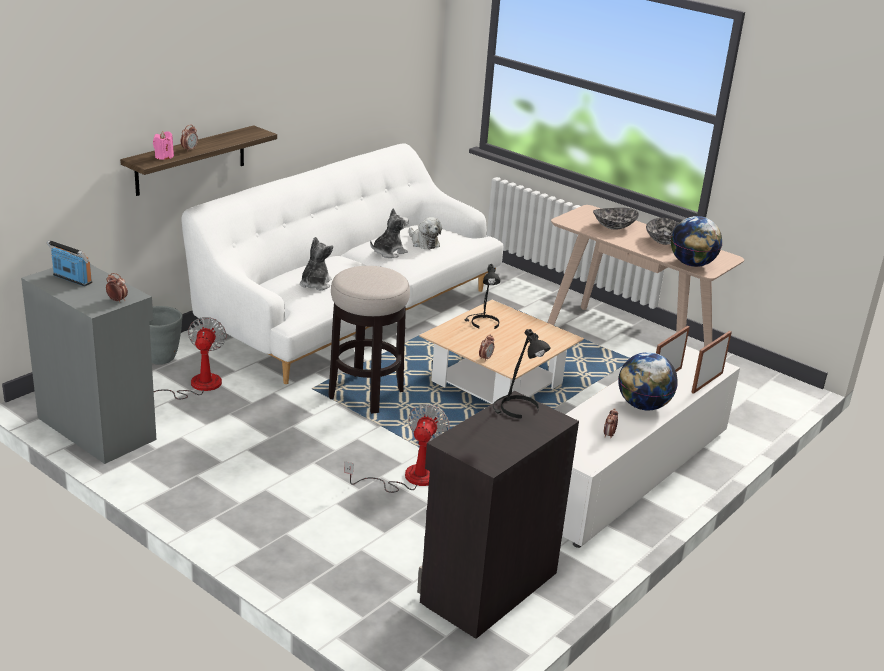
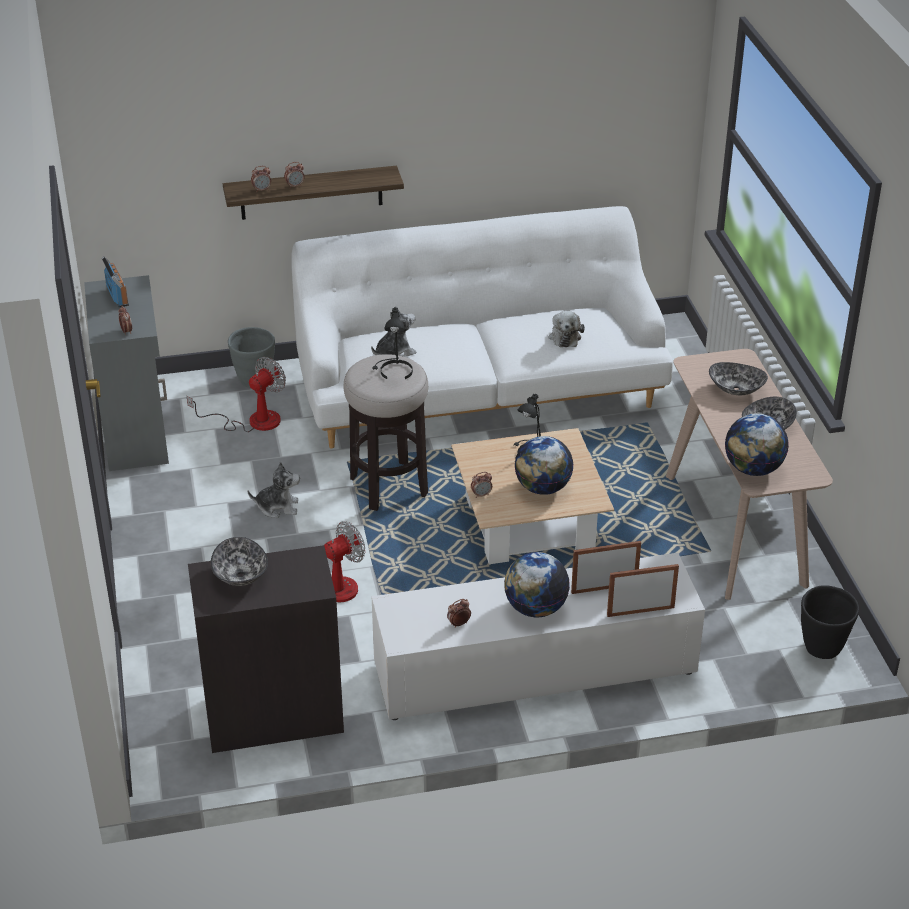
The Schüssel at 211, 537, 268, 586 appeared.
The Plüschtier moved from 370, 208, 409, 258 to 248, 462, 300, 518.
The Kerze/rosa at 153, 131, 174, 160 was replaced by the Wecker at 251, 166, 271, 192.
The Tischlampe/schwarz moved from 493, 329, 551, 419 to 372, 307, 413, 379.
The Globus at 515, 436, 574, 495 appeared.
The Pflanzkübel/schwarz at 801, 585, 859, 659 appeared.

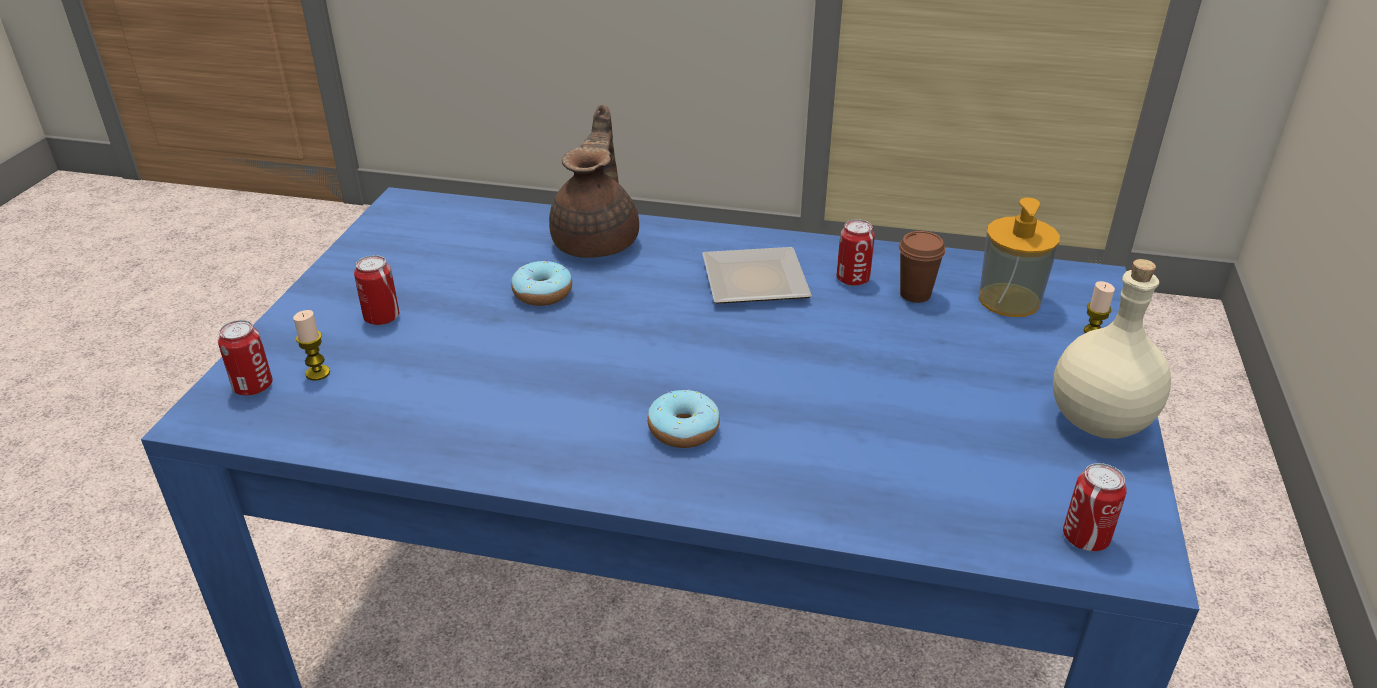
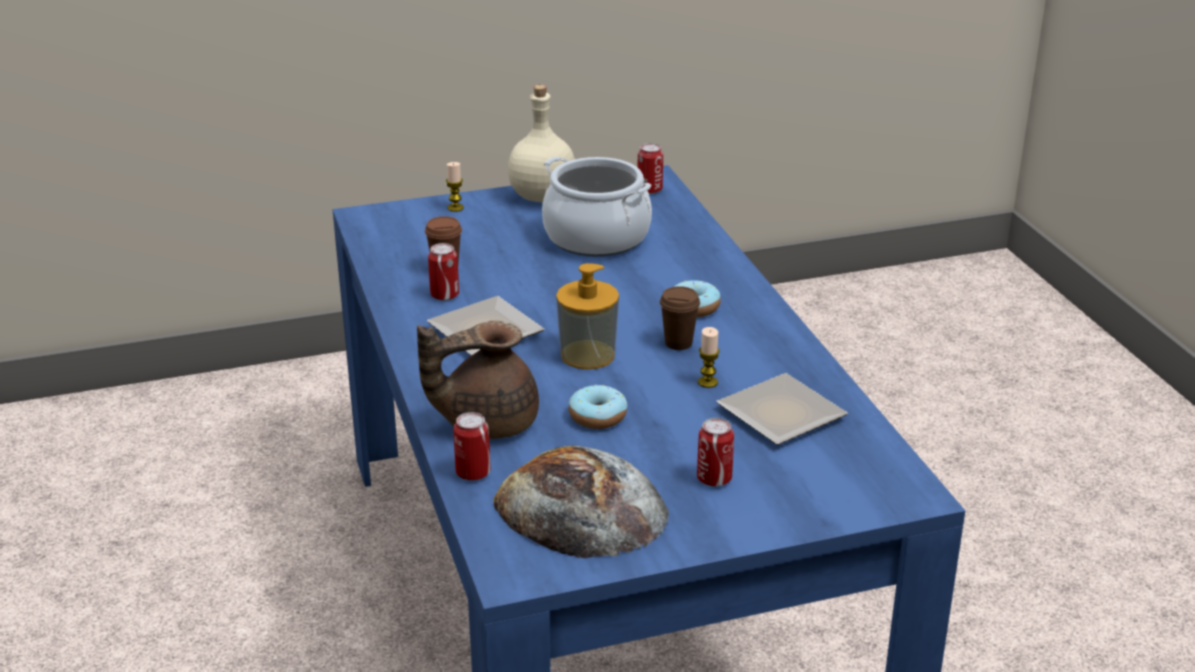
The Dose moved from 218, 320, 273, 396 to 453, 412, 491, 481.
The Brot at 493, 445, 669, 558 appeared.
The Kochtopf at 542, 156, 652, 257 appeared.
The Seifenspender moved from 979, 197, 1060, 317 to 556, 263, 619, 370.
The Tasse/braun at 660, 286, 700, 350 appeared.
The Kerze moved from 293, 310, 330, 380 to 698, 327, 720, 388.
The Teller at 716, 373, 848, 445 appeared.

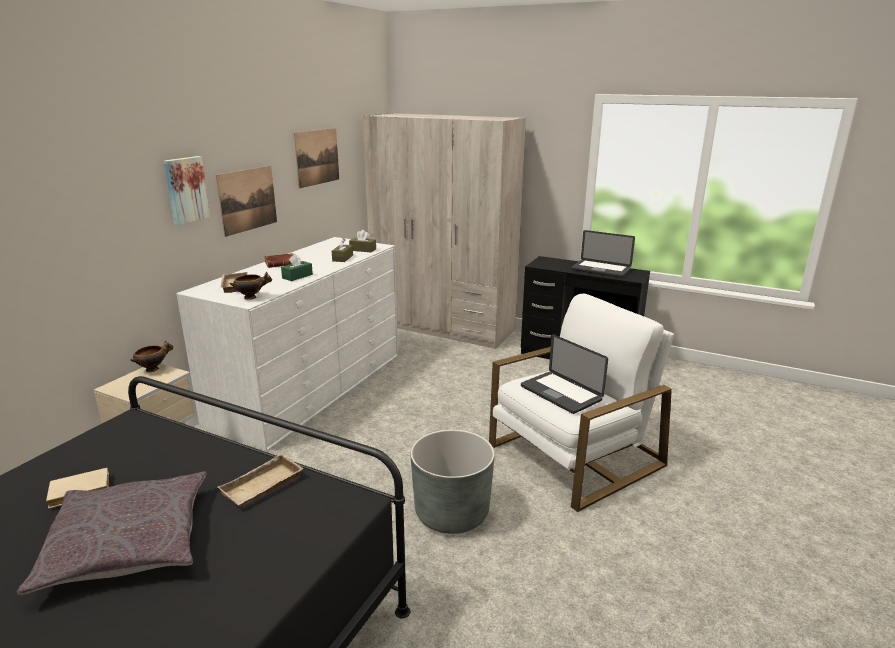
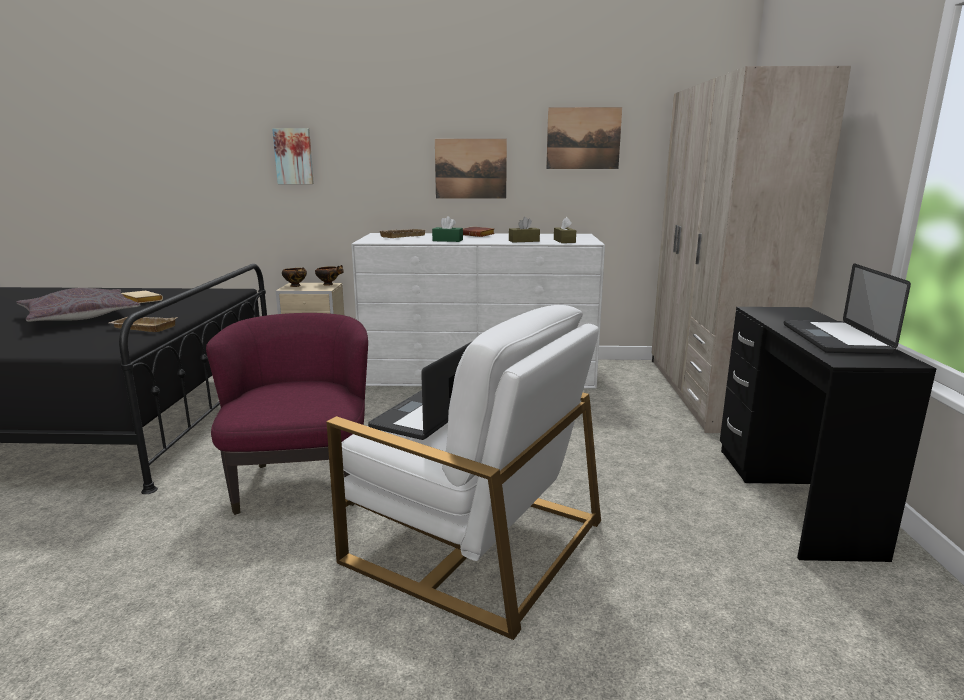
The Pflanzkübel/grau at 411, 429, 495, 534 was replaced by the Sessel/lila at 206, 313, 368, 515.
The Bild moved from 164, 156, 210, 225 to 272, 128, 314, 184.
The Schüssel moved from 230, 272, 272, 300 to 282, 267, 307, 287.

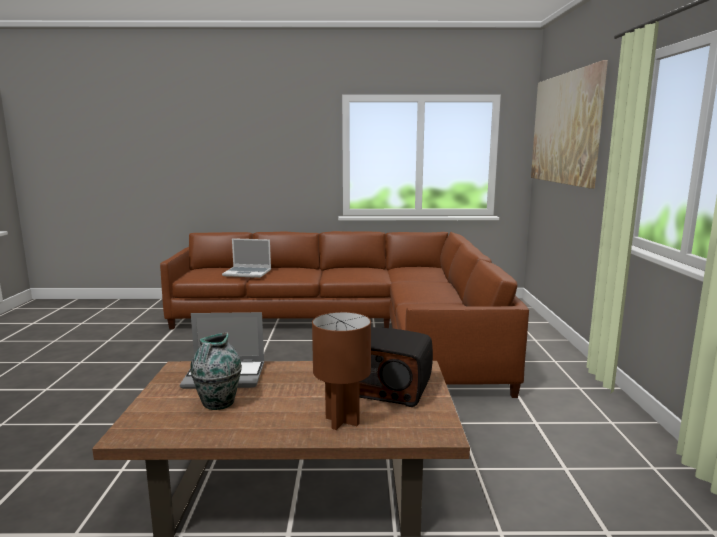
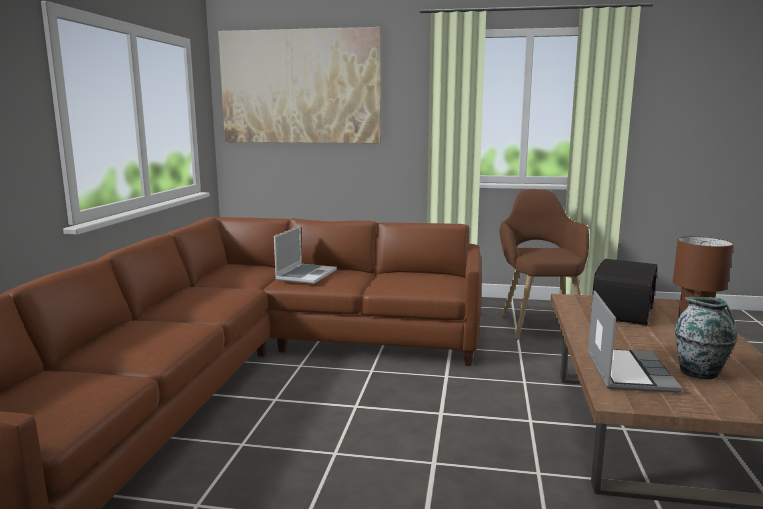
The Laptop moved from 222, 238, 271, 278 to 274, 226, 337, 284.
The Sessel/braun at 500, 189, 589, 340 appeared.

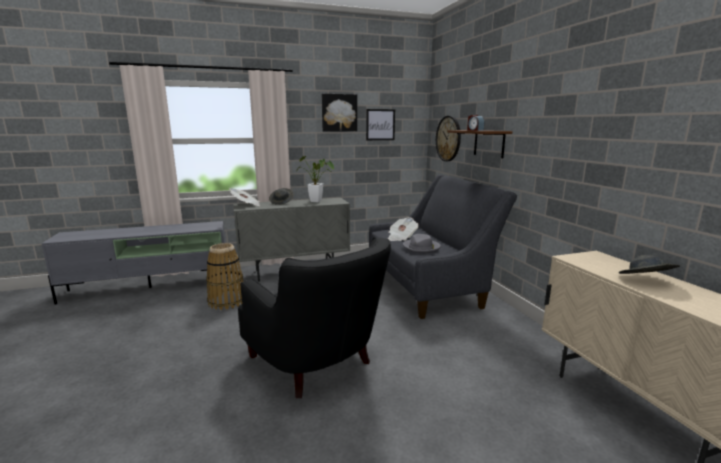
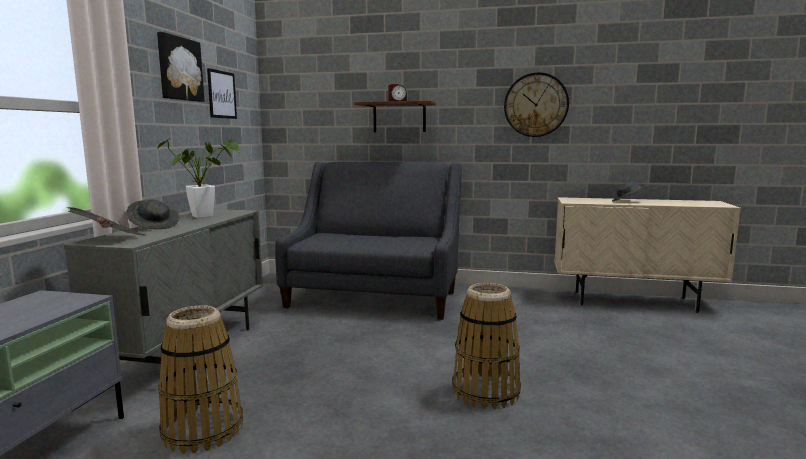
The Sessel/schwarz at 238, 237, 391, 398 was replaced by the Korb at 452, 283, 521, 409.
The Wanduhr moved from 436, 116, 461, 161 to 504, 72, 569, 137.
The Zeitung at 388, 217, 419, 241 disappeared.
The Hut/grau at 403, 234, 441, 254 disappeared.

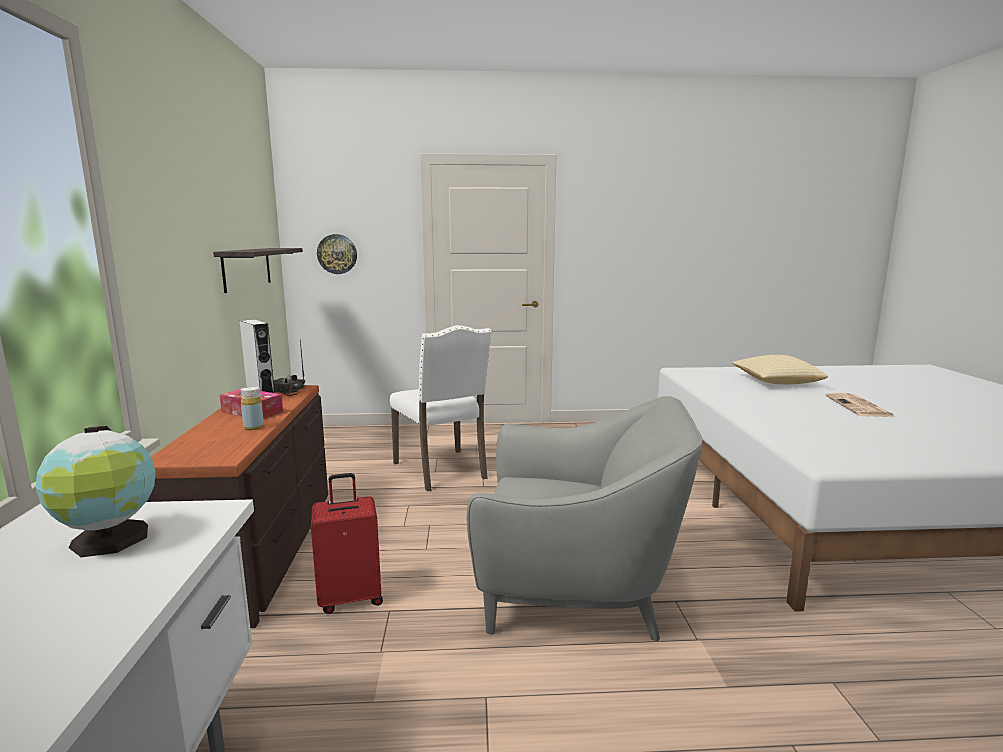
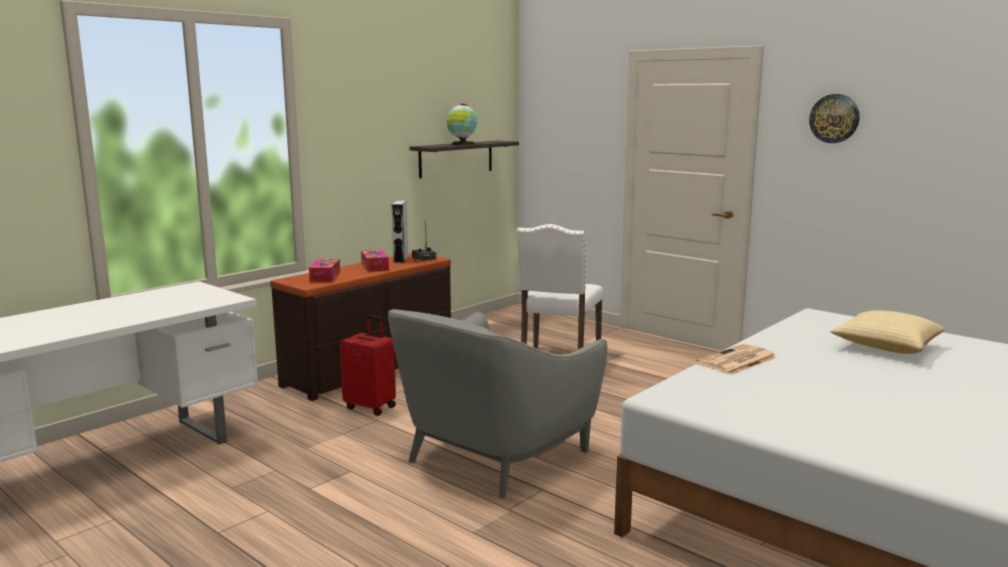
The Taschentuchbox at 309, 259, 340, 282 appeared.
The Sessel/grau at 467, 396, 702, 642 turned 75 degrees clockwise.
The Globus moved from 36, 426, 156, 557 to 446, 104, 477, 145.
The Zeitung moved from 825, 393, 895, 417 to 696, 344, 778, 375.
The Wanduhr moved from 317, 234, 357, 274 to 809, 94, 859, 143.
The Flasche/gelb at 241, 386, 264, 430 disappeared.

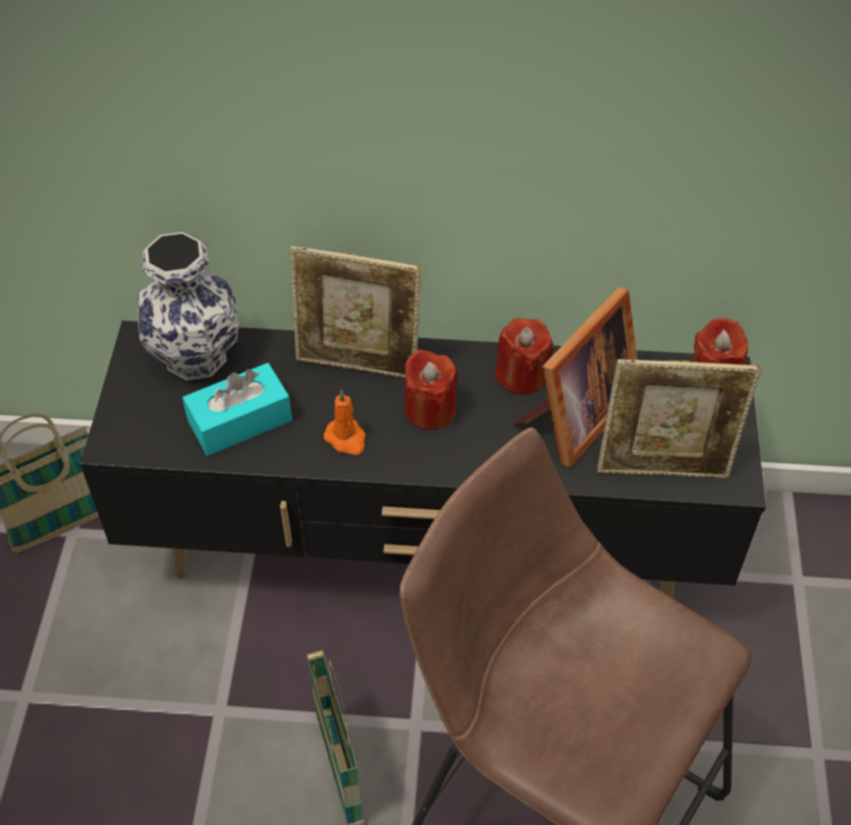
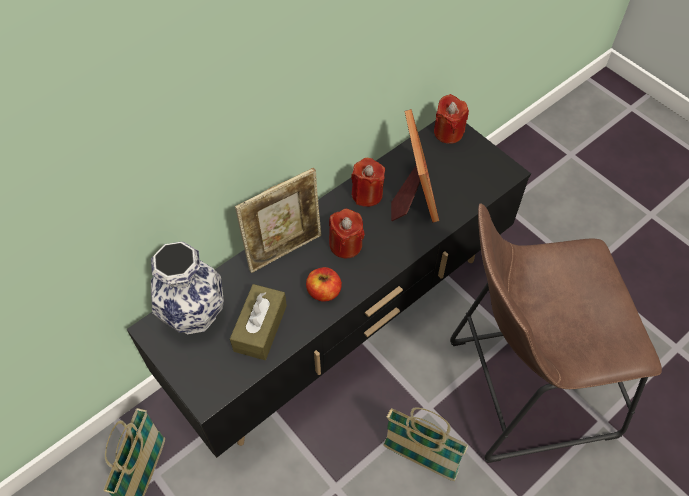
The Taschentuchbox/türkis at 182, 363, 292, 456 became the Taschentuchbox/braun at 230, 284, 287, 360.
The Kerze/orange at 324, 390, 366, 455 was replaced by the Apfel at 306, 267, 342, 301.
The Bilderrahmen at 597, 359, 761, 478 disappeared.

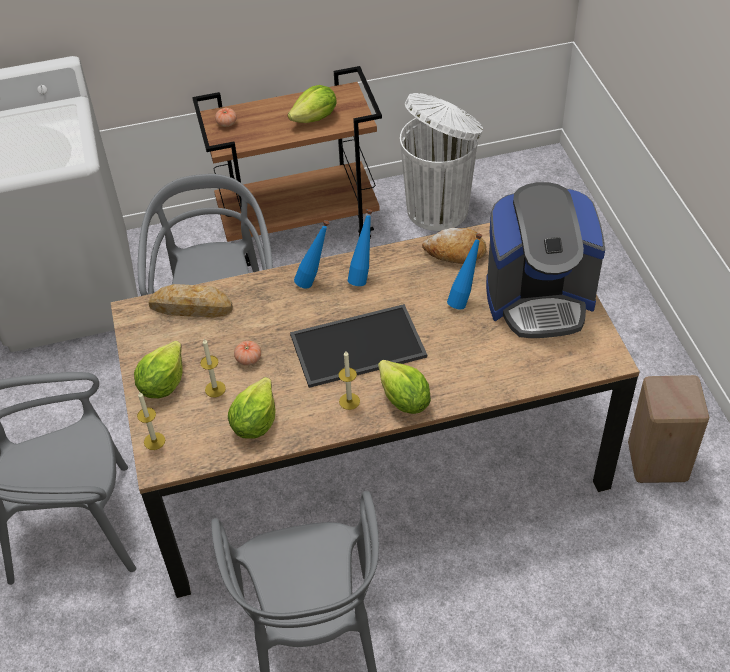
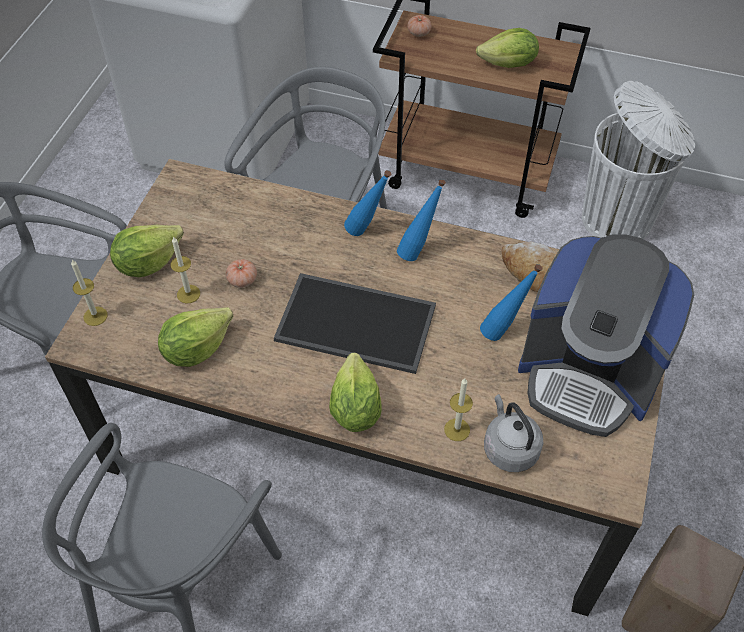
The Kerze moved from 338, 351, 360, 410 to 444, 378, 473, 441.
The Wasserkessel/grau at 484, 394, 543, 472 appeared.
The Brot at 148, 284, 233, 318 disappeared.

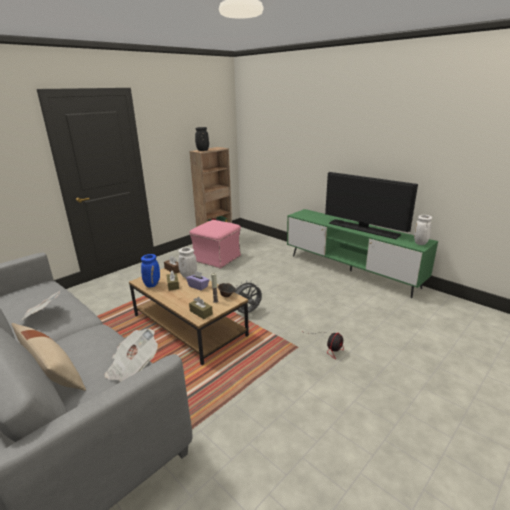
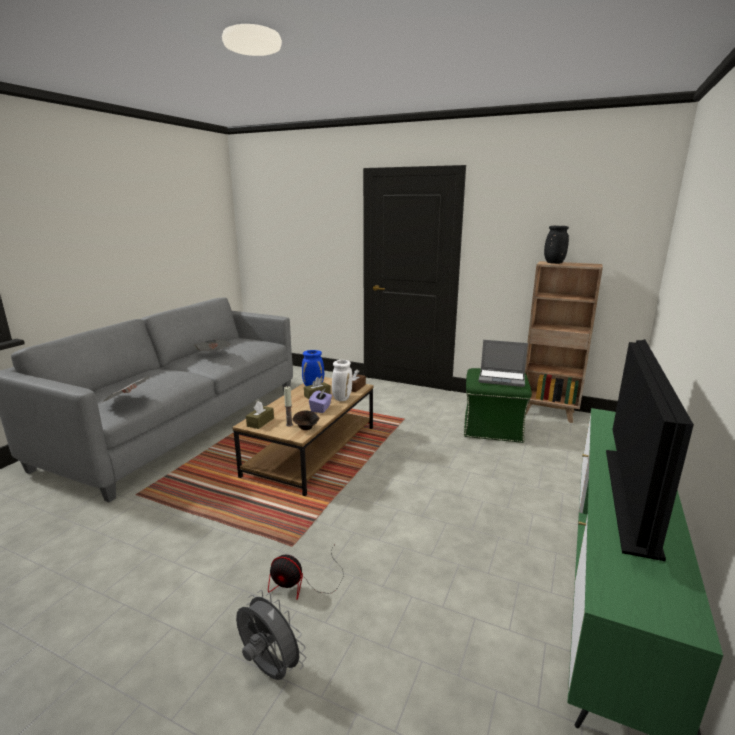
The Ventilator/grau moved from 234, 280, 262, 313 to 236, 590, 306, 680.
The Polsterhocker/rosa at 190, 220, 241, 269 became the Polsterhocker/grün at 464, 368, 532, 443.
The Laptop at 479, 340, 528, 387 appeared.
The Kissen/beige at 11, 323, 86, 391 disappeared.
The Vase/weiß at 414, 215, 432, 245 disappeared.

